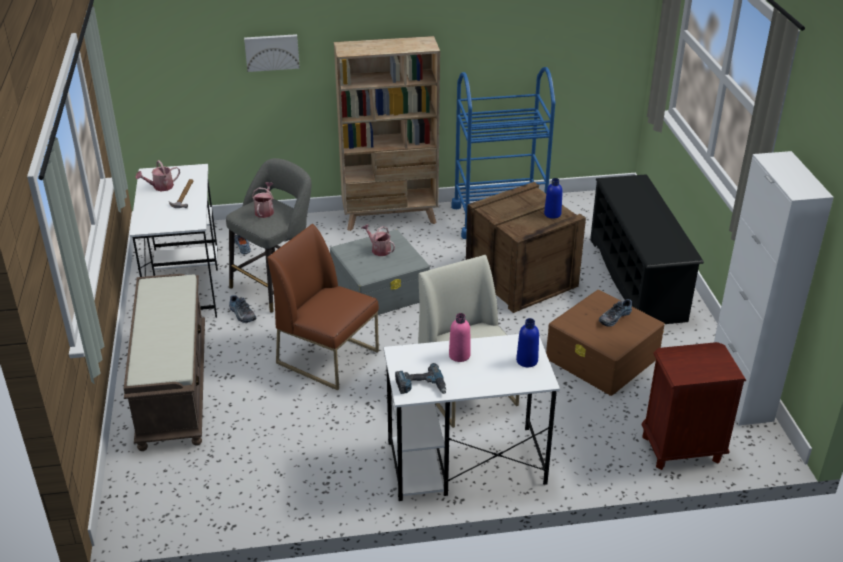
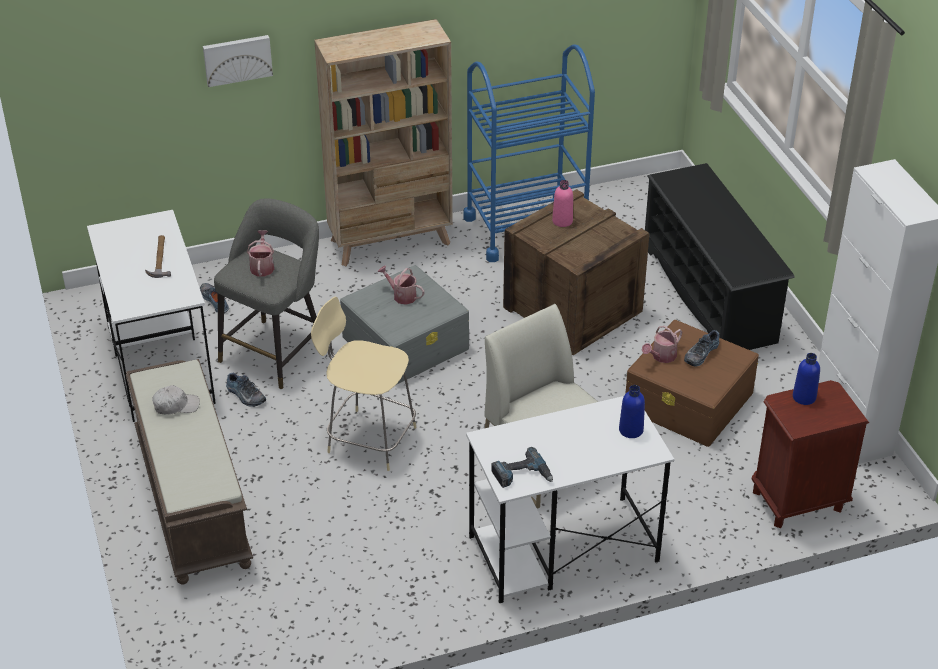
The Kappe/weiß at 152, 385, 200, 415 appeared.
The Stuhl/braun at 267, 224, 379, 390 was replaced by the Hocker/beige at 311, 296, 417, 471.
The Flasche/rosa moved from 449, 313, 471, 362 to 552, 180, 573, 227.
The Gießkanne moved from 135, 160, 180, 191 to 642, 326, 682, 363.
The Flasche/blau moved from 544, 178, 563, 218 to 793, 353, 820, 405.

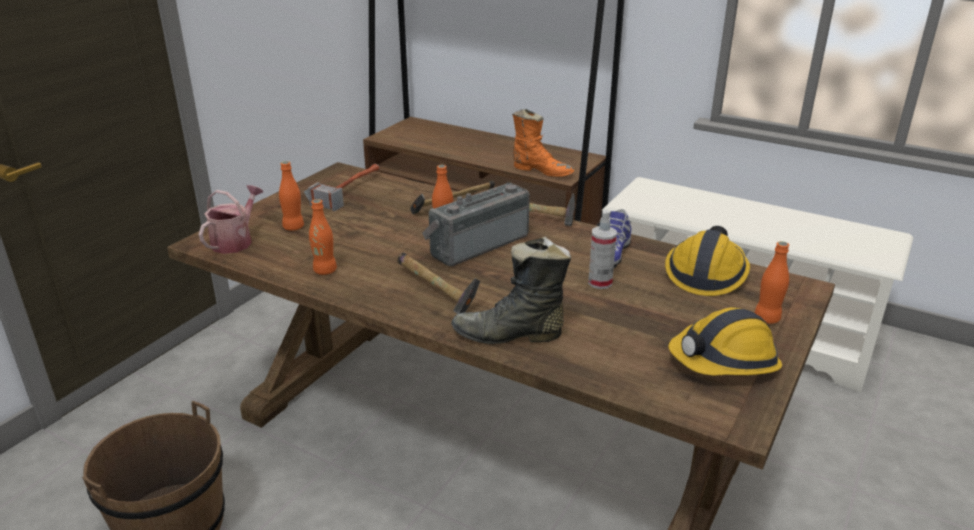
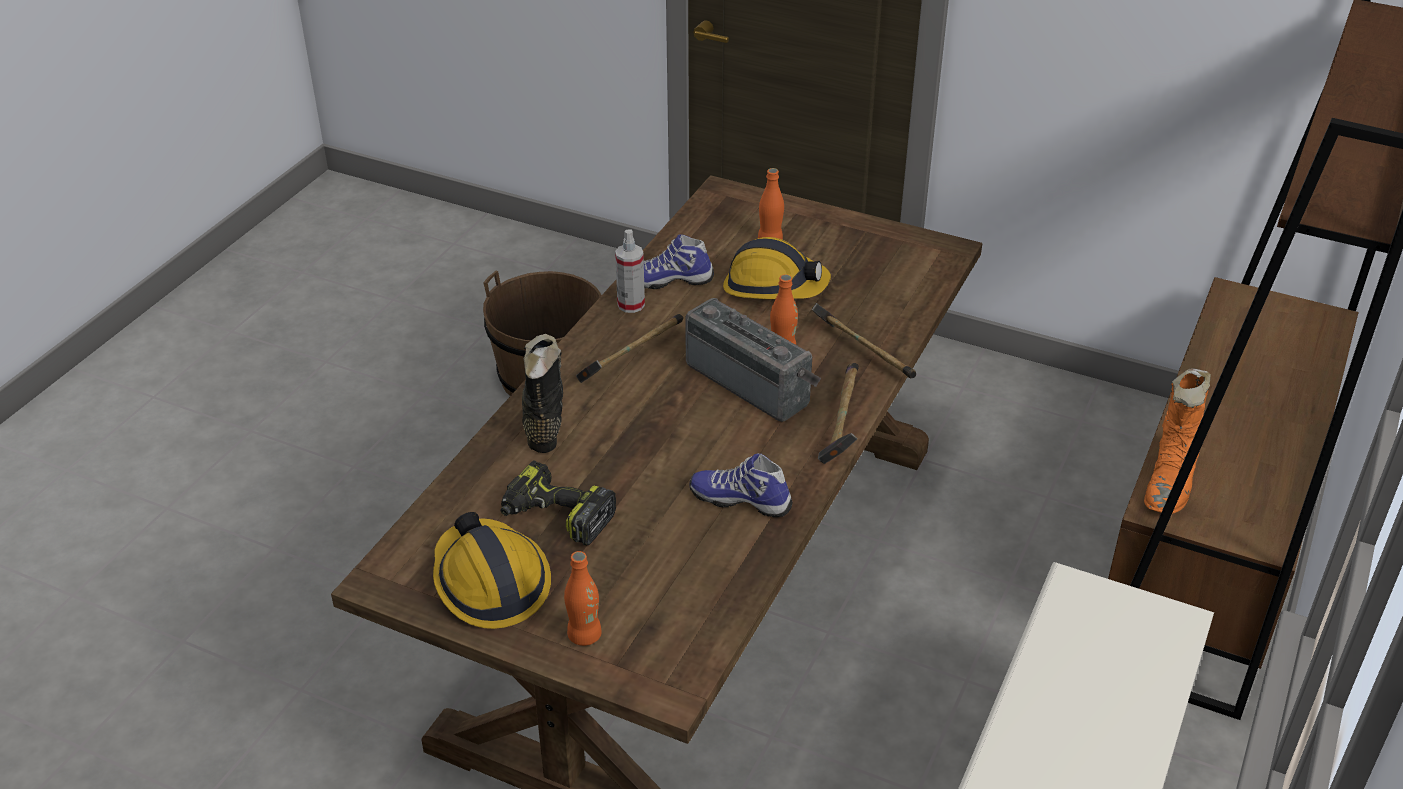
The Bohrmaschine at 500, 461, 616, 545 appeared.
The Sprühflasche moved from 588, 210, 617, 289 to 615, 229, 645, 313.
The Flasche/orange at 309, 199, 337, 275 was replaced by the Schuh at 644, 234, 714, 289.
The Schutzhelm moved from 665, 226, 750, 296 to 723, 237, 831, 299.
The Gießkanne at 198, 185, 263, 254 disappeared.
The Hammer at 303, 164, 380, 212 disappeared.

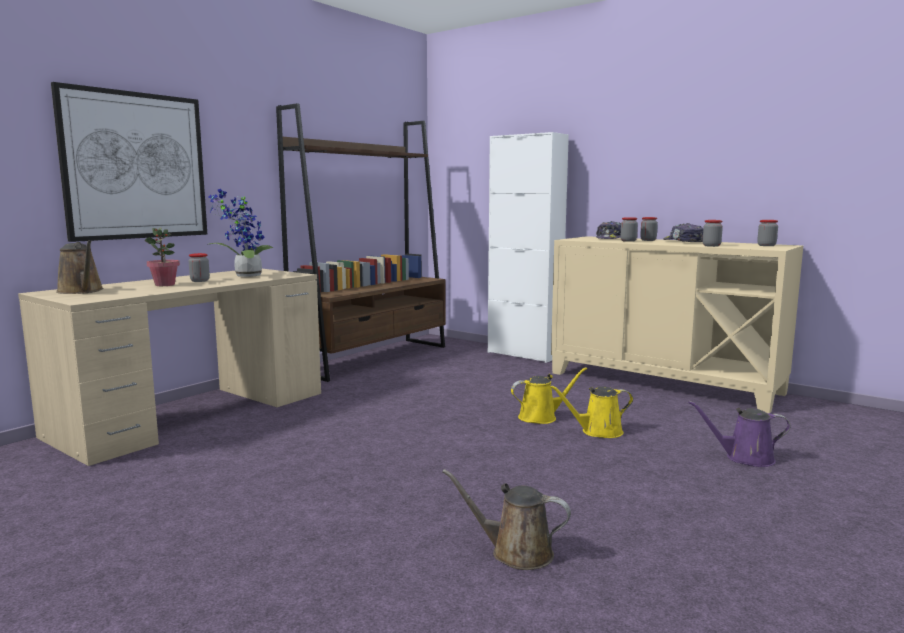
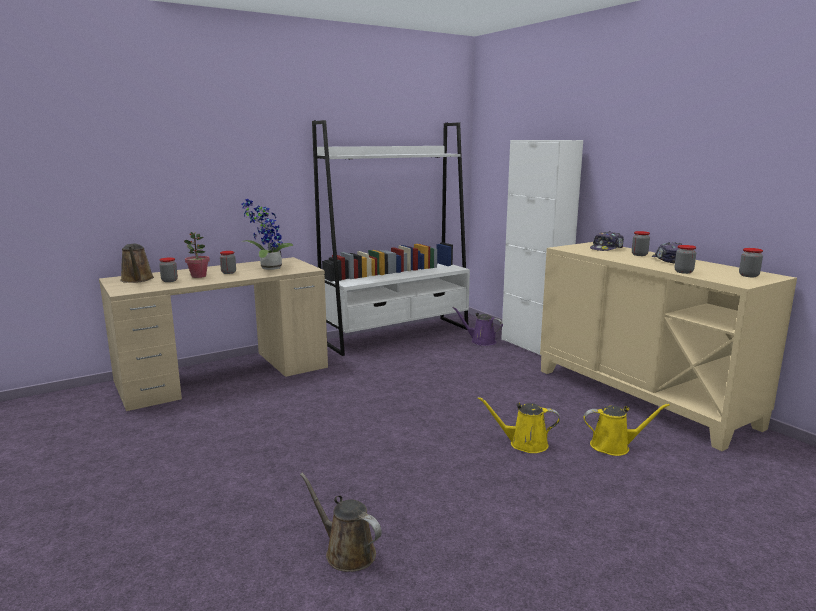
The Vorratsglas moved from 621, 217, 638, 242 to 159, 258, 178, 282.
The Bücherregal/braun at 276, 103, 446, 382 became the Bücherregal/weiß at 312, 120, 470, 356.
The Gießkanne/lila moved from 688, 401, 791, 467 to 453, 307, 503, 346.
The Gießkanne/gelb moved from 511, 367, 587, 424 to 583, 403, 670, 456.
The Bild at 51, 82, 207, 242 disappeared.

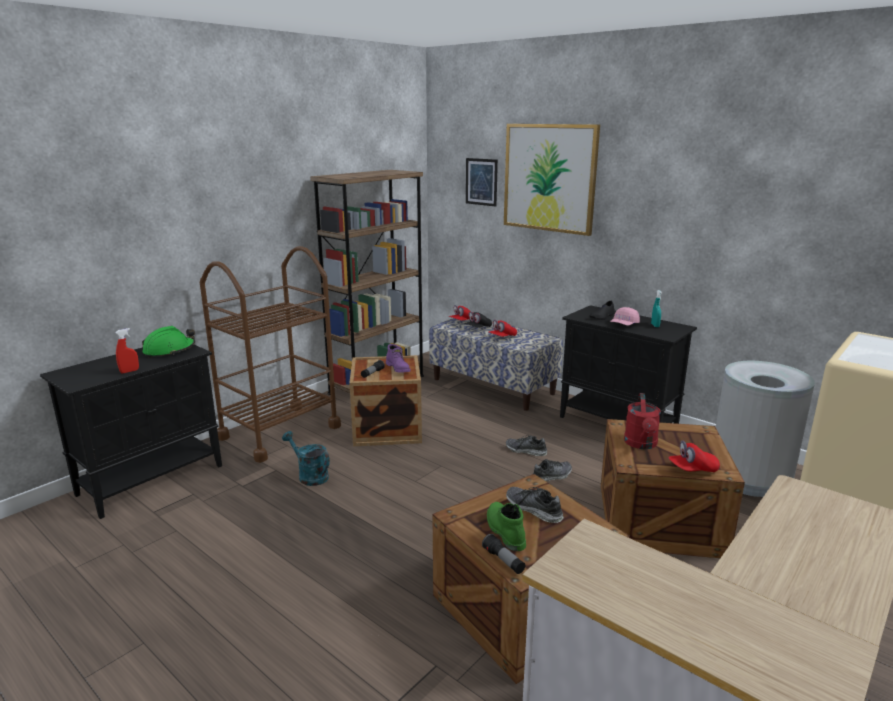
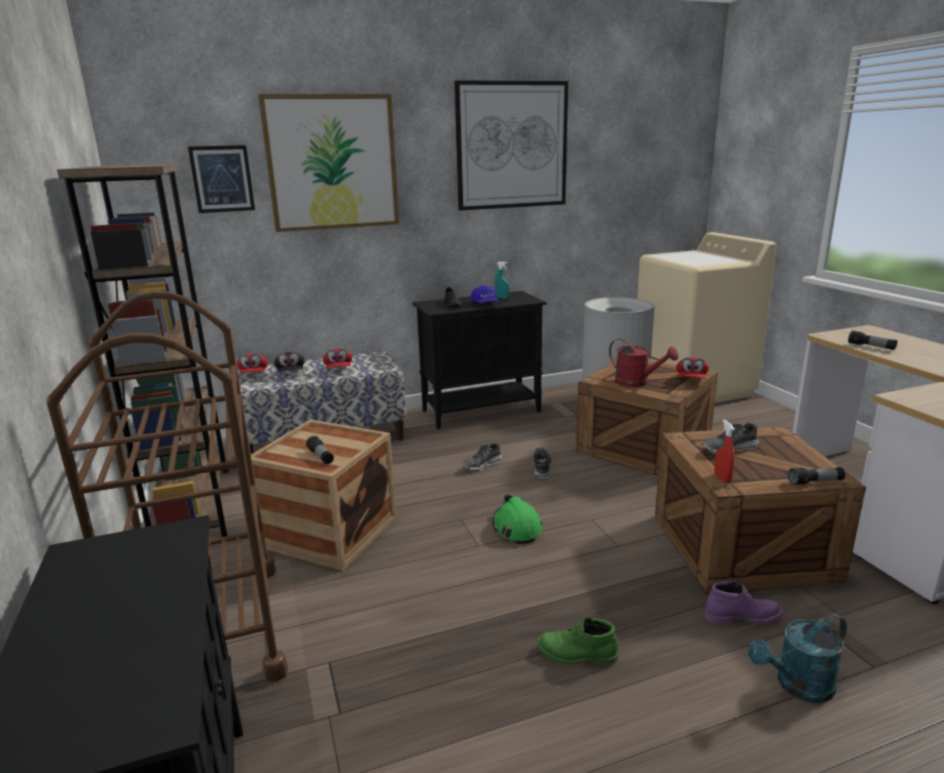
The Bild at 454, 80, 568, 211 appeared.
The Kappe/rosa at 610, 307, 640, 326 became the Kappe/blau at 471, 285, 500, 303.
The Schutzhelm/grün moved from 142, 326, 195, 358 to 492, 494, 542, 544.
The Stiefel/grün moved from 487, 502, 526, 551 to 537, 617, 619, 666.
The Stiefel/lila moved from 386, 344, 411, 372 to 705, 580, 782, 624.
The Sprühflasche/rot moved from 115, 328, 139, 373 to 714, 420, 735, 483.
The Gießkanne/türkis moved from 282, 431, 330, 486 to 748, 614, 847, 703.
The Taschenlampe at 848, 330, 897, 350 appeared.

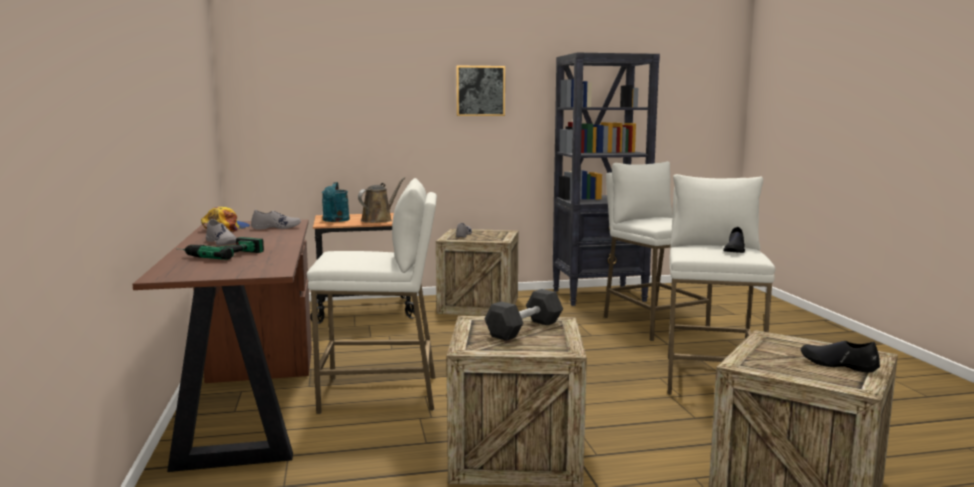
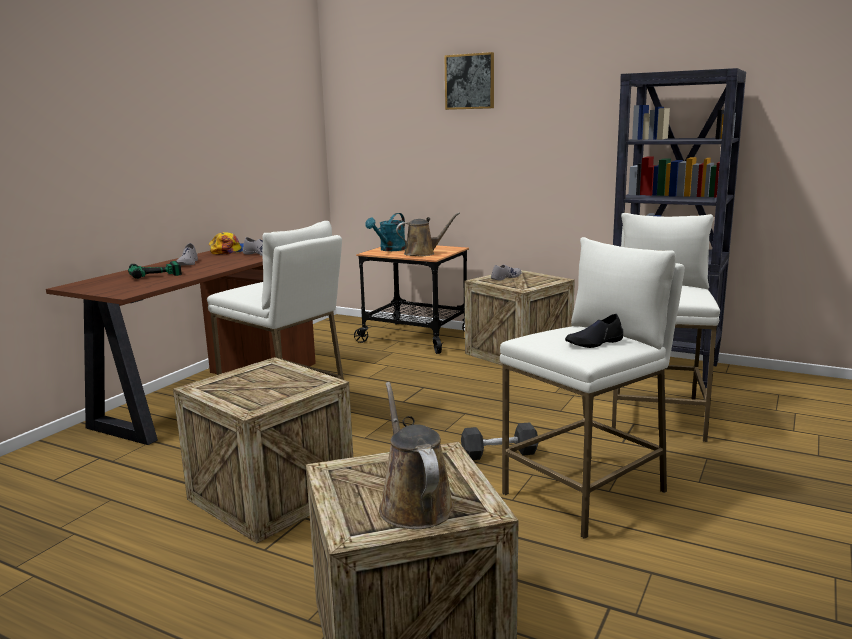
The Schuh/schwarz at 800, 341, 880, 372 was replaced by the Gießkanne/braun at 379, 382, 454, 529.
The Bild moved from 456, 65, 505, 116 to 444, 52, 494, 110.
The Hantel/schwarz moved from 484, 289, 563, 341 to 461, 422, 538, 460.

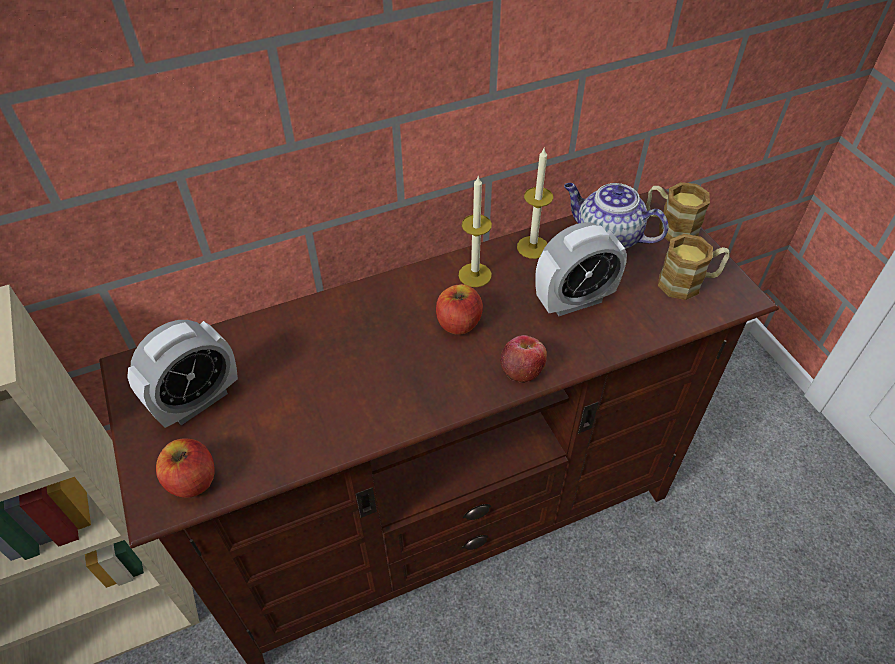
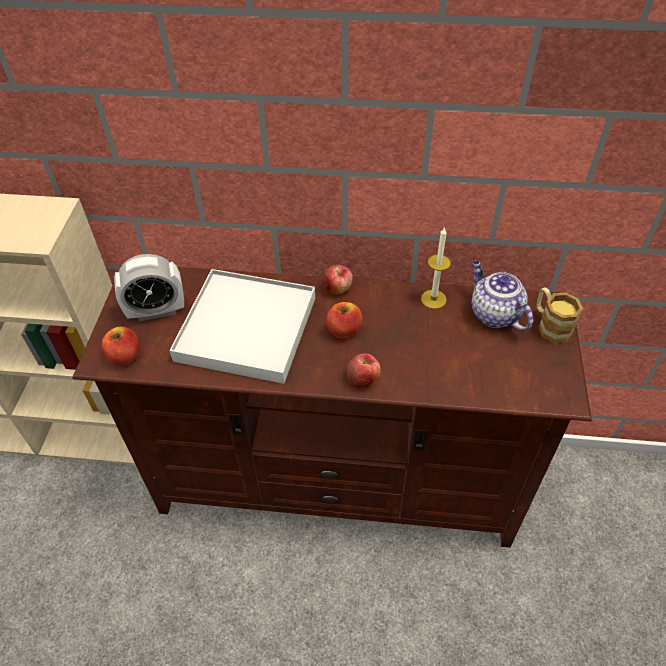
The Tablett/weiß at 169, 269, 315, 384 appeared.
The Apfel at 323, 264, 353, 295 appeared.
The Kerze at 459, 177, 492, 287 disappeared.
The Wecker at 535, 222, 627, 316 disappeared.
The Henkelbecher at 658, 234, 730, 300 disappeared.

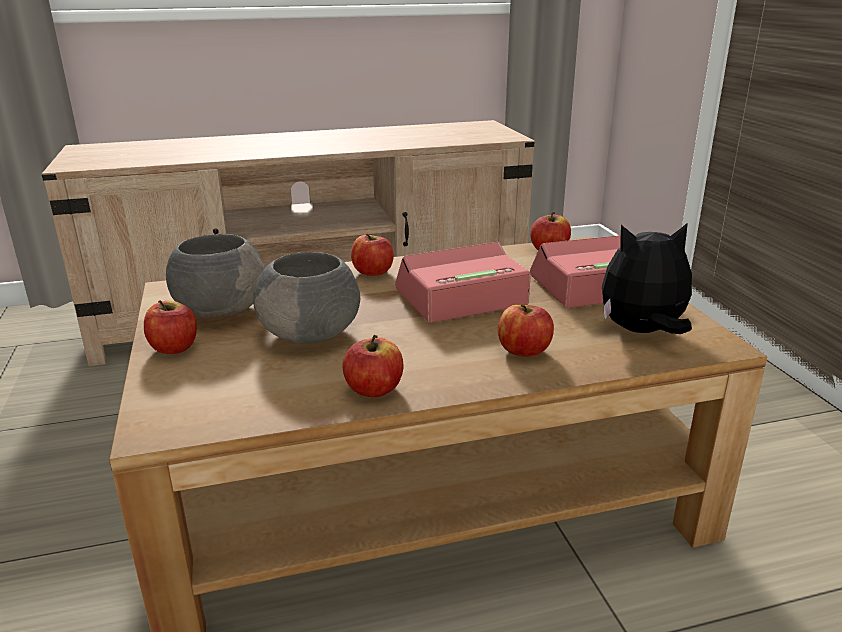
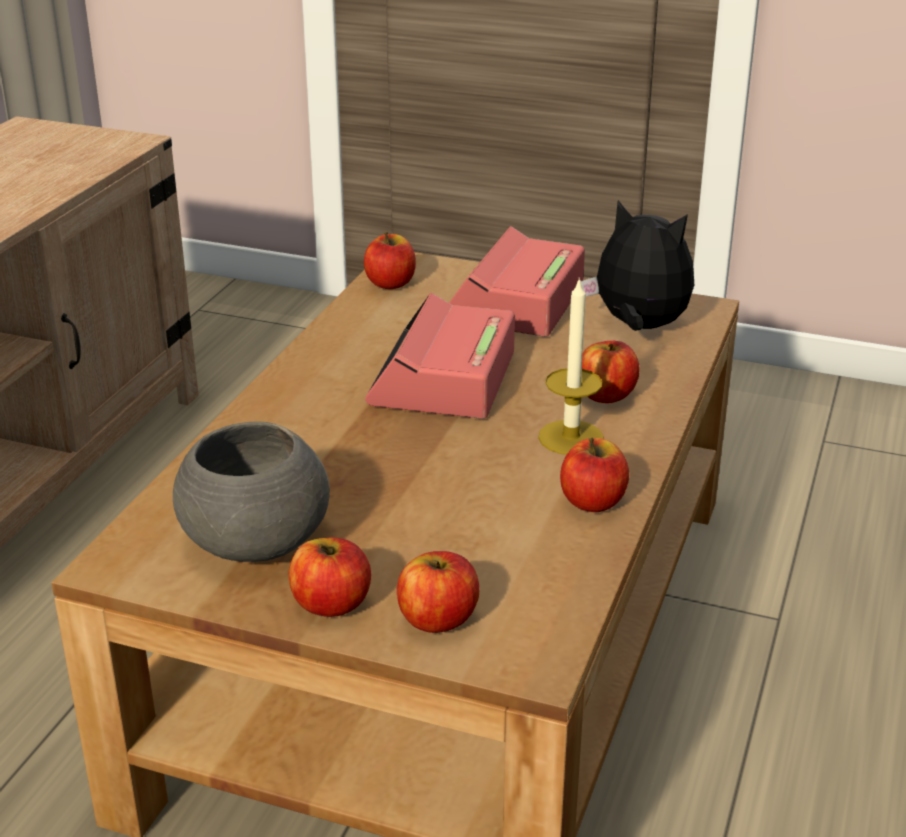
The Apfel moved from 351, 233, 394, 276 to 397, 551, 480, 633.
The Kerze at 538, 277, 604, 455 appeared.
The Plüschtier at 602, 223, 692, 334 turned 90 degrees clockwise.
The Schüssel/grau at 253, 252, 360, 344 disappeared.

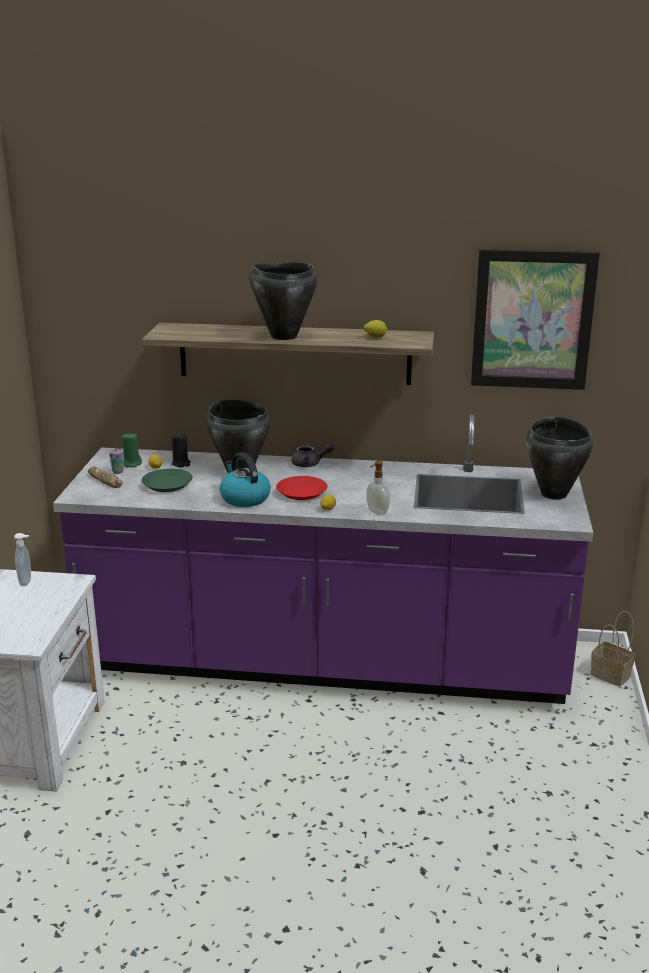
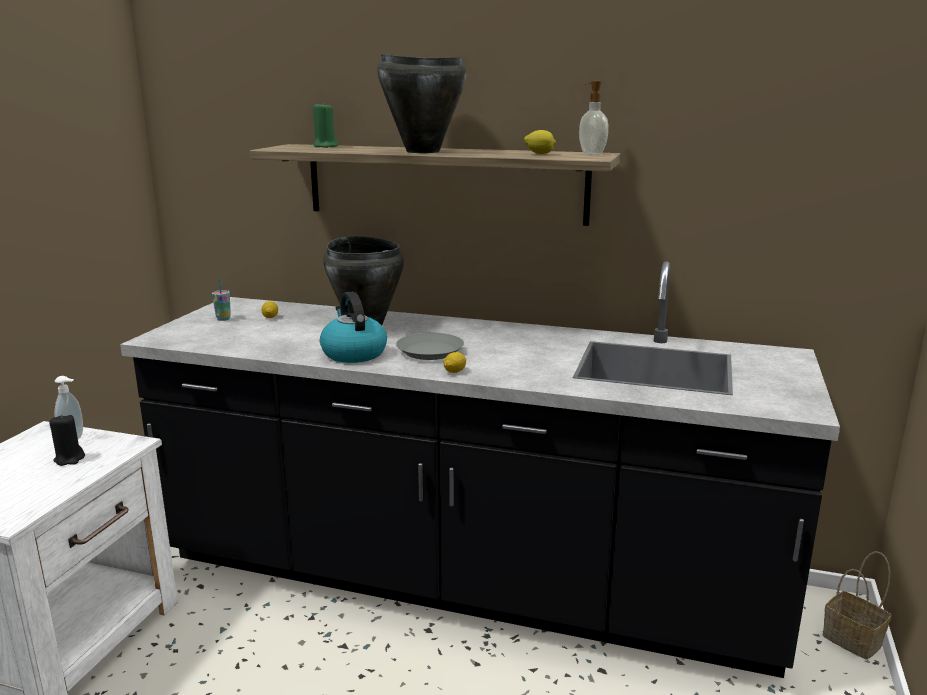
The Kerze/schwarz moved from 172, 433, 191, 467 to 50, 414, 85, 466.
The Küchenzeile/lila at 53, 414, 593, 704 became the Küchenzeile/schwarz at 120, 261, 840, 678.
The Kerze/grün moved from 122, 432, 142, 468 to 313, 103, 338, 148.
The Teller/rot at 276, 476, 328, 500 became the Teller/grau at 396, 333, 464, 360.
The Seifenspender moved from 366, 461, 390, 516 to 579, 81, 608, 155.
The Brot at 88, 467, 123, 488 disappeared.
The Teller/grün at 141, 469, 193, 492 disappeared.
The Teekanne/grau at 292, 444, 334, 467 disappeared.
The Bild at 471, 249, 600, 390 disappeared.
The Kochtopf/schwarz at 526, 416, 593, 499 disappeared.

